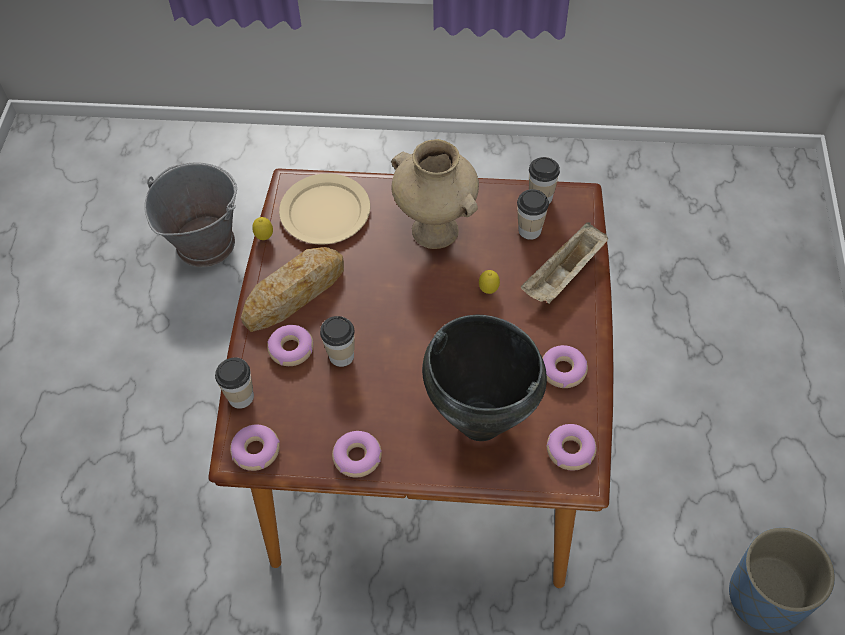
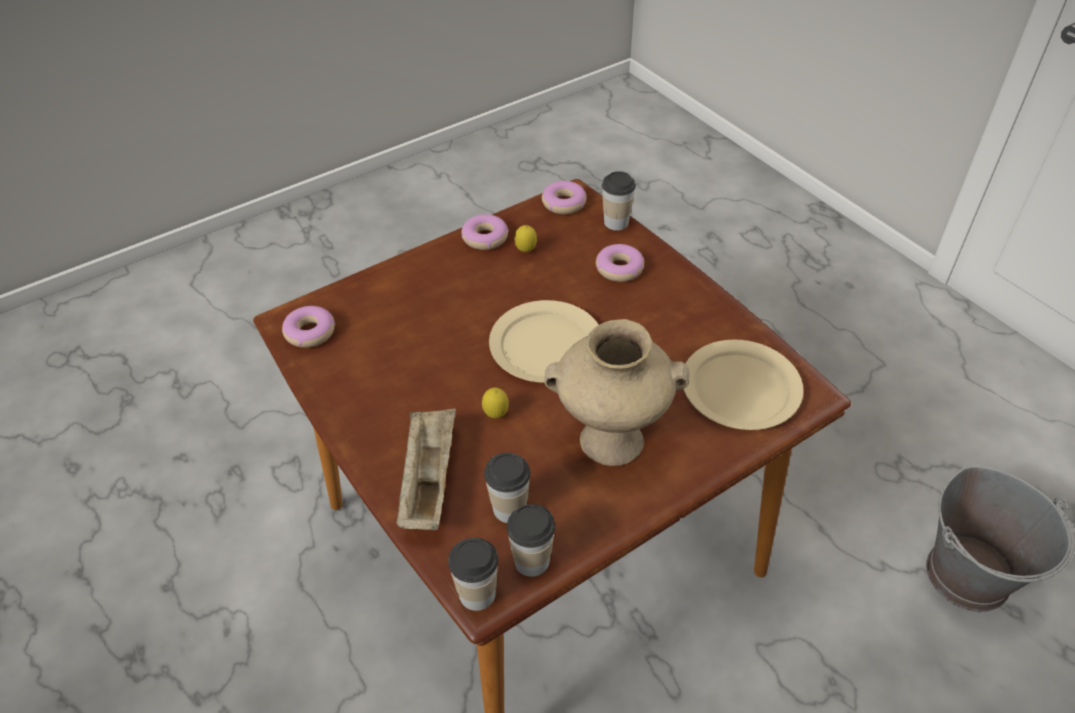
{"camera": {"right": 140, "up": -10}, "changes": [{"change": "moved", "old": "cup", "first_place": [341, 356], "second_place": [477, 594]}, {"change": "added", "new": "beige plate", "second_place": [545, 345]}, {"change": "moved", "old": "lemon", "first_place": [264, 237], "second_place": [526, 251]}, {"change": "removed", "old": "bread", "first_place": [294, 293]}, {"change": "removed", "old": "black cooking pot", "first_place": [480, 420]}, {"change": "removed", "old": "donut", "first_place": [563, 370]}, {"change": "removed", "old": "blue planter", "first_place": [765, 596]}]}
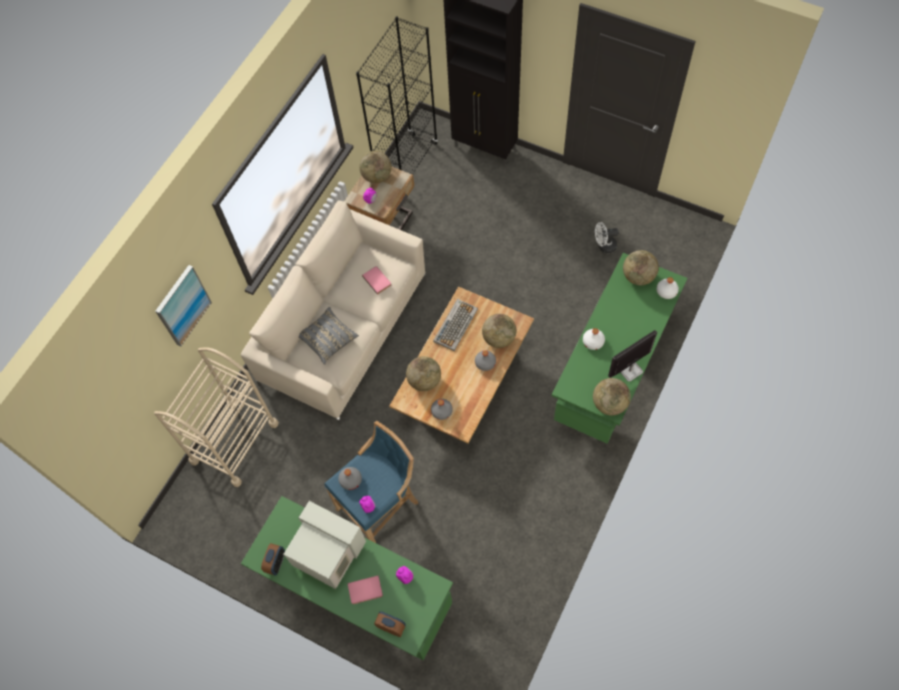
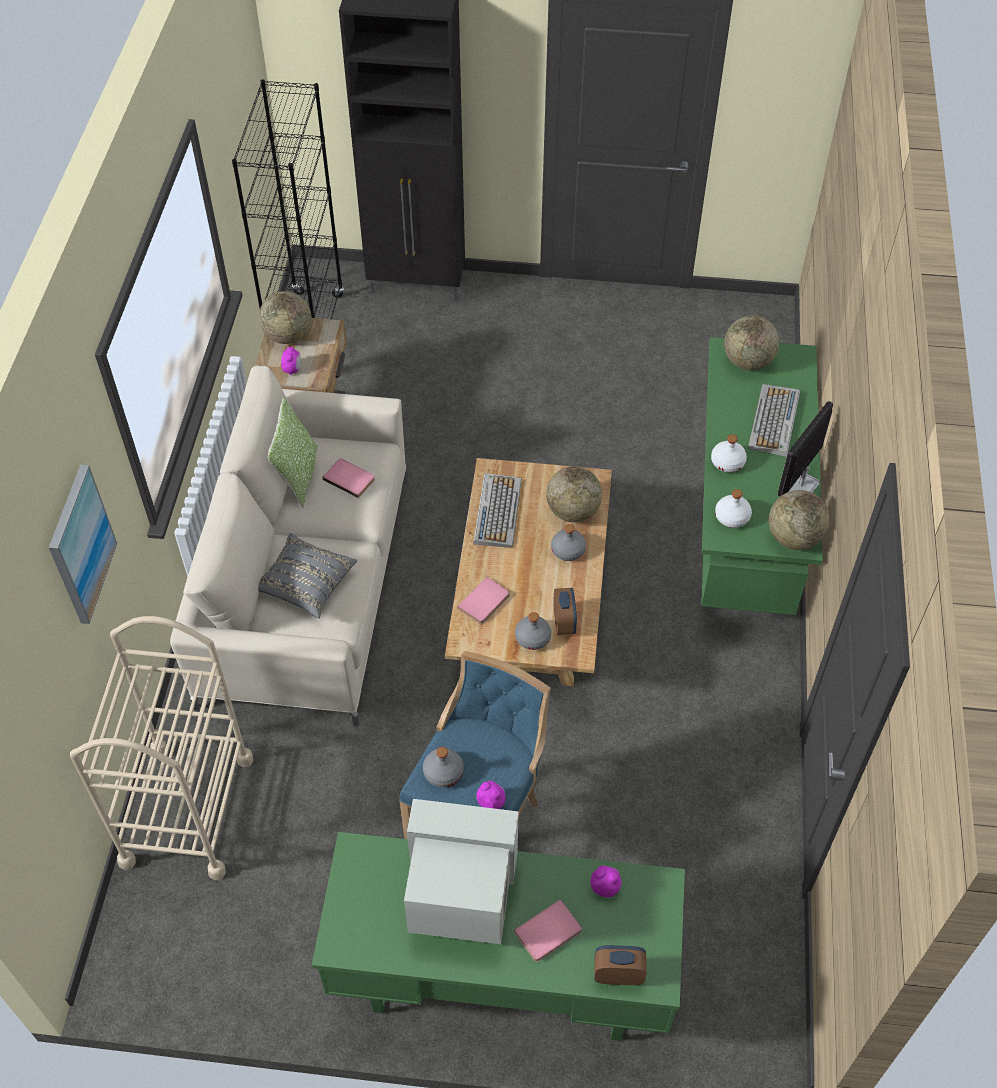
{"camera": {"right": -25, "up": -10}, "changes": [{"change": "added", "new": "pillow", "second_place": [298, 475]}, {"change": "replaced", "old": "globe", "new": "pink book", "first_place": [424, 381], "second_place": [485, 603]}, {"change": "moved", "old": "alarm clock", "first_place": [276, 563], "second_place": [564, 622]}, {"change": "moved", "old": "white bottle", "first_place": [666, 291], "second_place": [731, 517]}, {"change": "added", "new": "keyboard", "second_place": [774, 422]}, {"change": "removed", "old": "white fan", "first_place": [604, 246]}]}
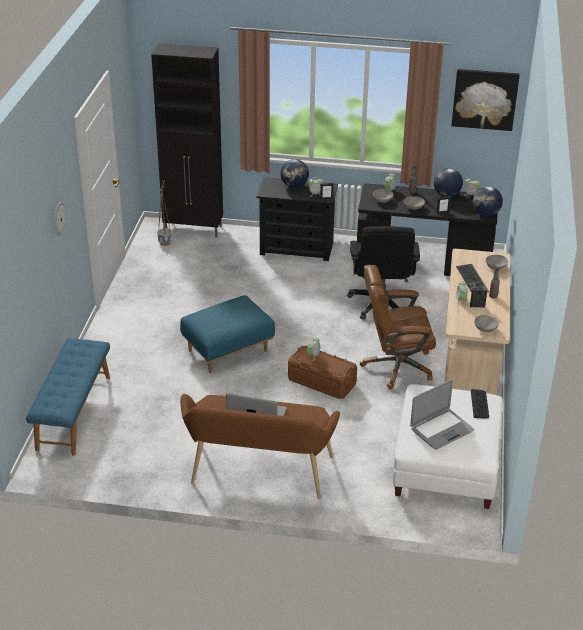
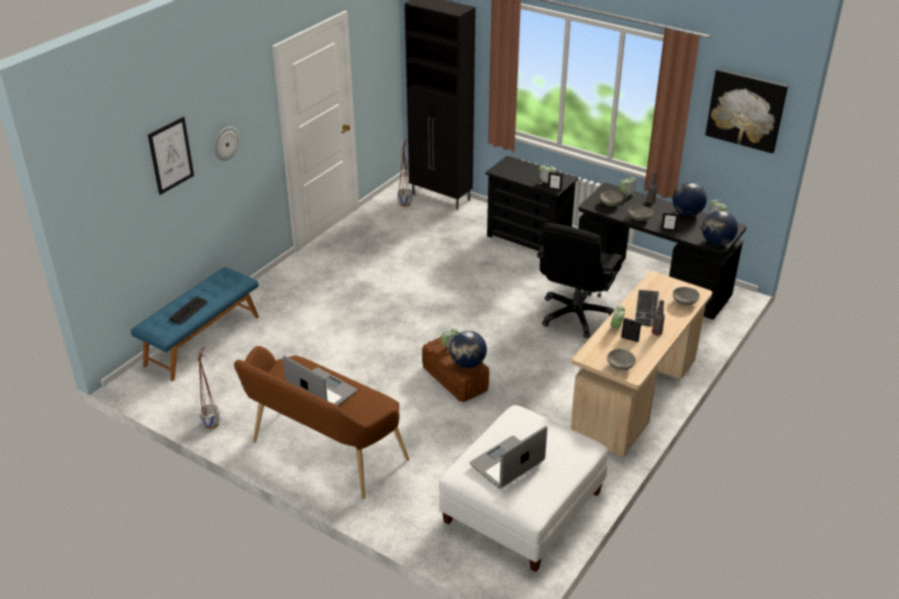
{"camera": {"right": 25, "up": 0}, "changes": [{"change": "added", "new": "picture", "second_place": [171, 155]}, {"change": "moved", "old": "keyboard", "first_place": [479, 404], "second_place": [189, 311]}, {"change": "added", "new": "planter", "second_place": [211, 423]}, {"change": "moved", "old": "globe", "first_place": [294, 186], "second_place": [468, 363]}, {"change": "turned", "old": "laptop", "first_place": [441, 429], "second_place": [507, 463], "degrees": 150}, {"change": "removed", "old": "blue ottoman", "first_place": [228, 352]}, {"change": "removed", "old": "brown office chair", "first_place": [396, 366]}]}
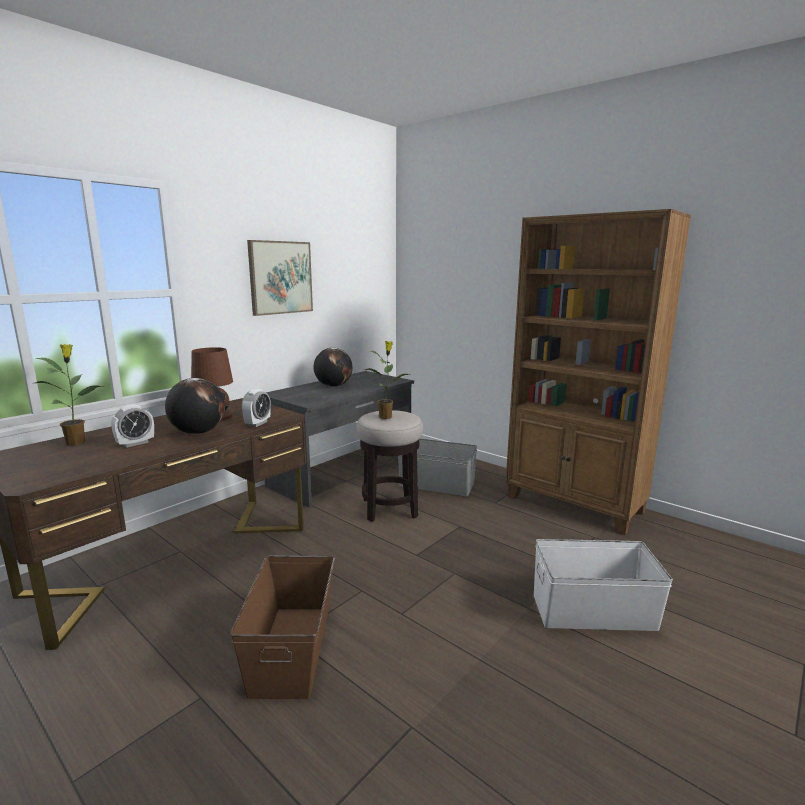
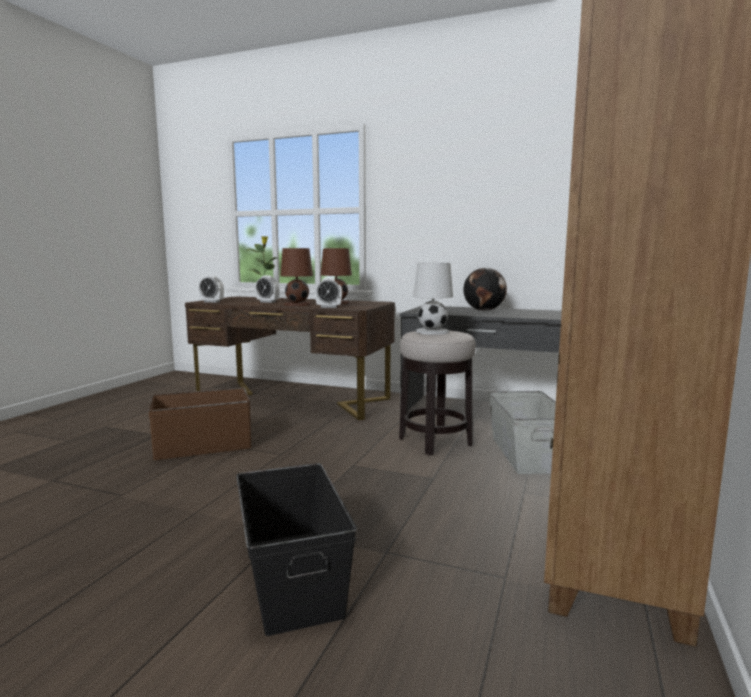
{"camera": {"right": 70, "up": -5}, "changes": [{"change": "added", "new": "alarm clock", "second_place": [212, 302]}, {"change": "recoloured", "old": "white storage box", "new": "black storage box", "first_place": [594, 612], "second_place": [291, 577]}, {"change": "replaced", "old": "globe", "new": "brown table lamp", "first_place": [198, 432], "second_place": [297, 304]}, {"change": "replaced", "old": "potted plant", "new": "white table lamp", "first_place": [386, 417], "second_place": [432, 331]}, {"change": "removed", "old": "picture", "first_place": [280, 277]}]}
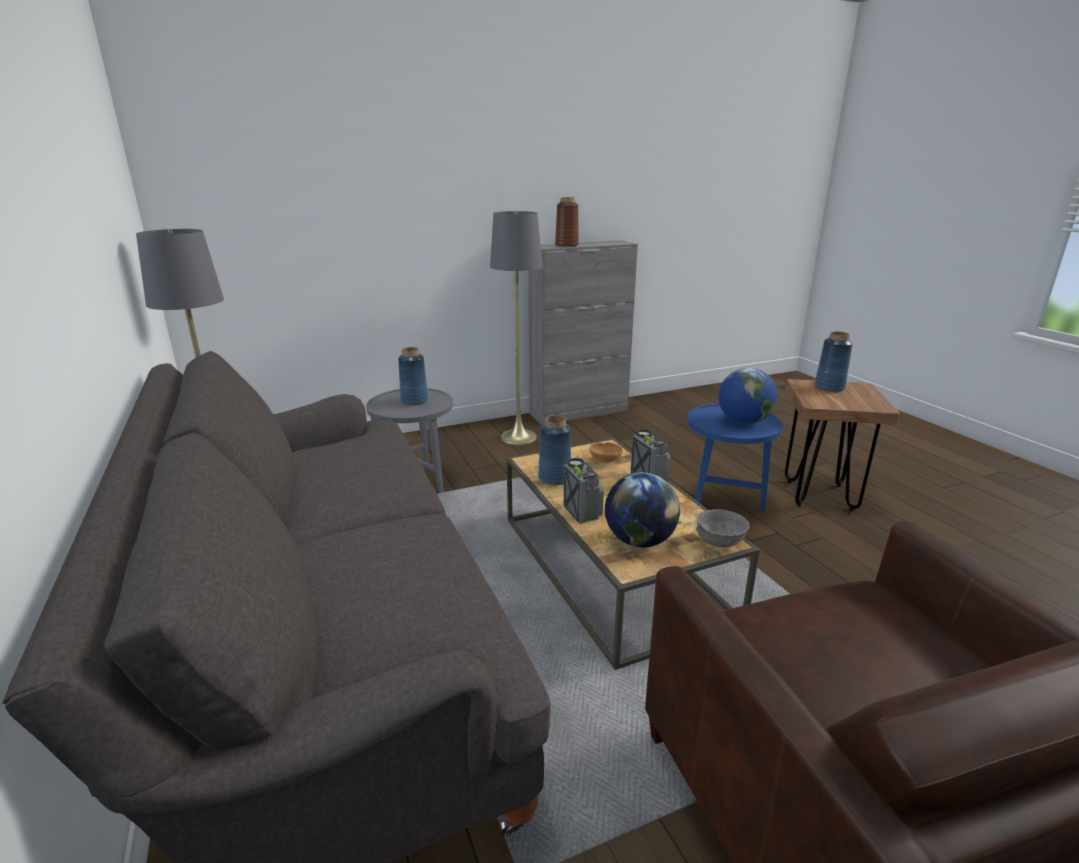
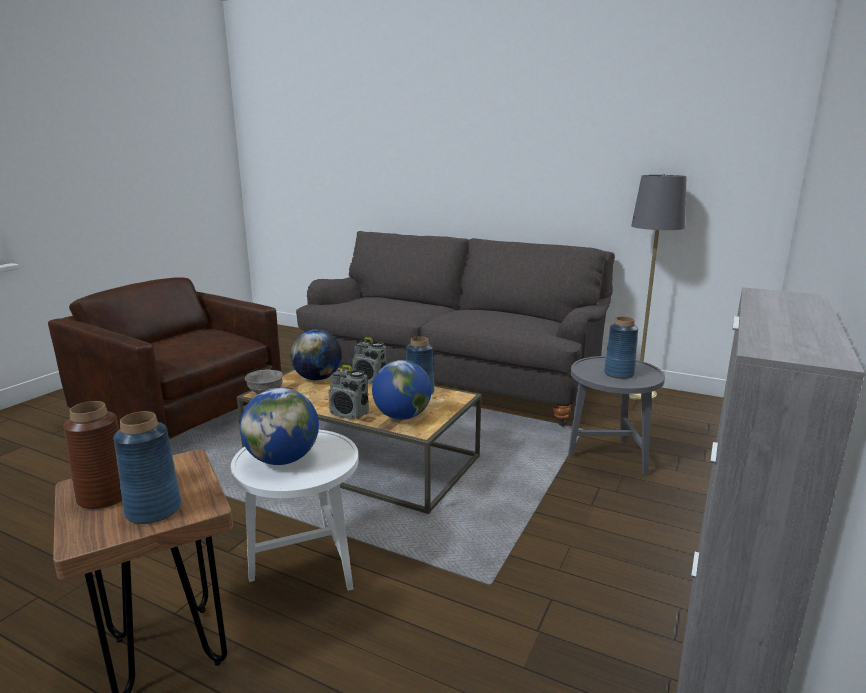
{"camera": {"right": 140, "up": -5}, "changes": [{"change": "moved", "old": "brown vase", "first_place": [567, 245], "second_place": [105, 496]}, {"change": "recoloured", "old": "blue side table", "new": "white side table", "first_place": [722, 503], "second_place": [305, 566]}, {"change": "replaced", "old": "brown bowl", "new": "globe", "first_place": [606, 460], "second_place": [402, 416]}, {"change": "removed", "old": "grey floor lamp", "first_place": [518, 437]}]}
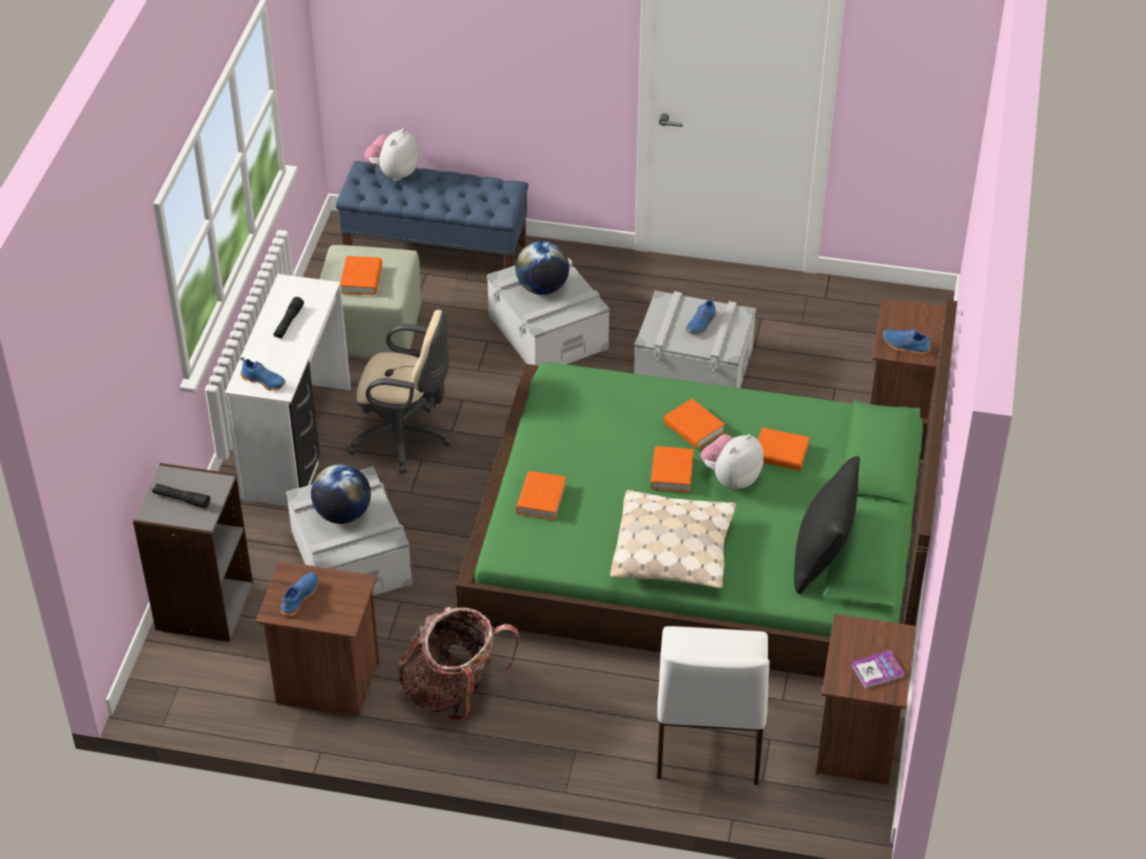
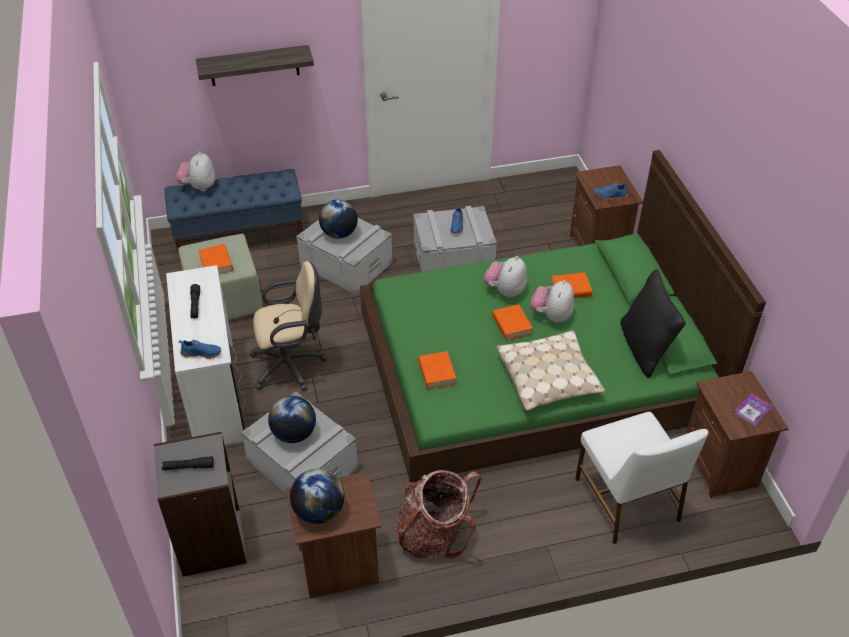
{"camera": {"right": -25, "up": 0}, "changes": [{"change": "added", "new": "shelf", "second_place": [254, 65]}, {"change": "replaced", "old": "blue shoe", "new": "globe", "first_place": [298, 597], "second_place": [319, 511]}, {"change": "replaced", "old": "orange book", "new": "plush toy", "first_place": [693, 428], "second_place": [505, 291]}]}
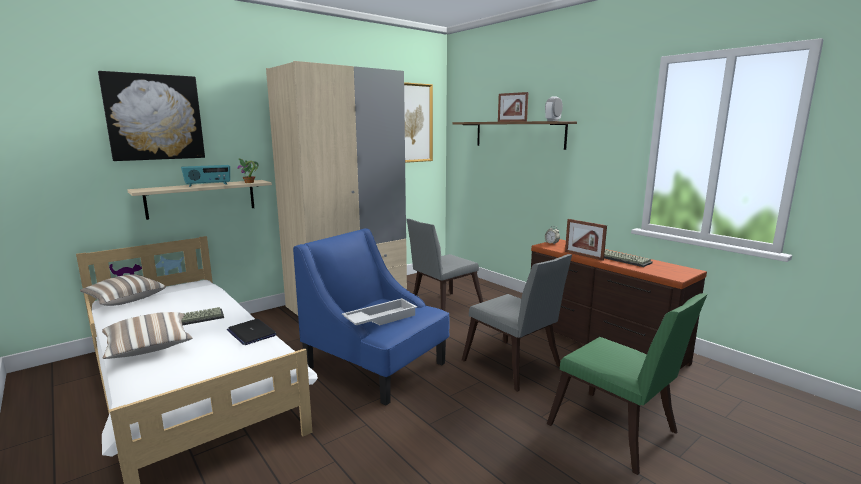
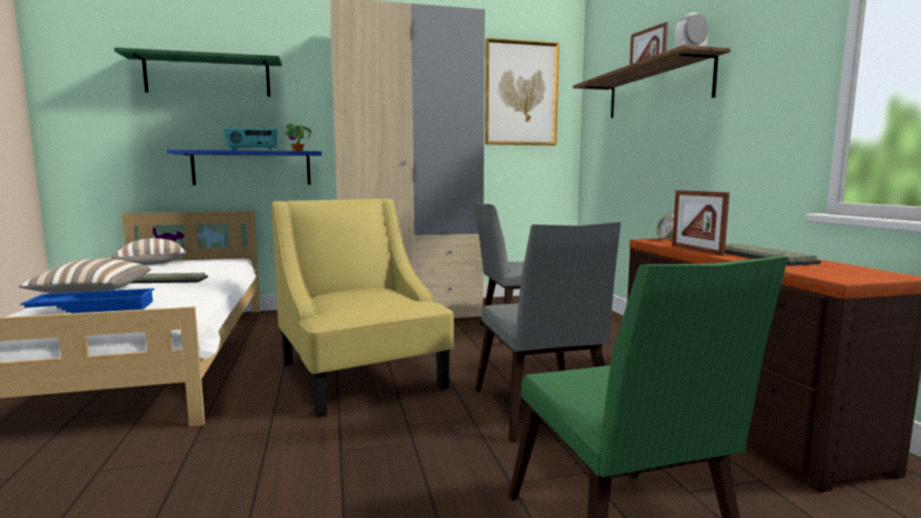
{"camera": {"right": 25, "up": -5}, "changes": [{"change": "added", "new": "blue tray", "second_place": [95, 308]}, {"change": "replaced", "old": "picture", "new": "green shelf", "first_place": [154, 117], "second_place": [208, 77]}, {"change": "recoloured", "old": "beige shelf", "new": "blue shelf", "first_place": [201, 198], "second_place": [252, 168]}, {"change": "recoloured", "old": "blue armchair", "new": "yellow armchair", "first_place": [376, 365], "second_place": [361, 375]}, {"change": "removed", "old": "laptop", "first_place": [251, 333]}, {"change": "removed", "old": "white tray", "first_place": [380, 318]}]}
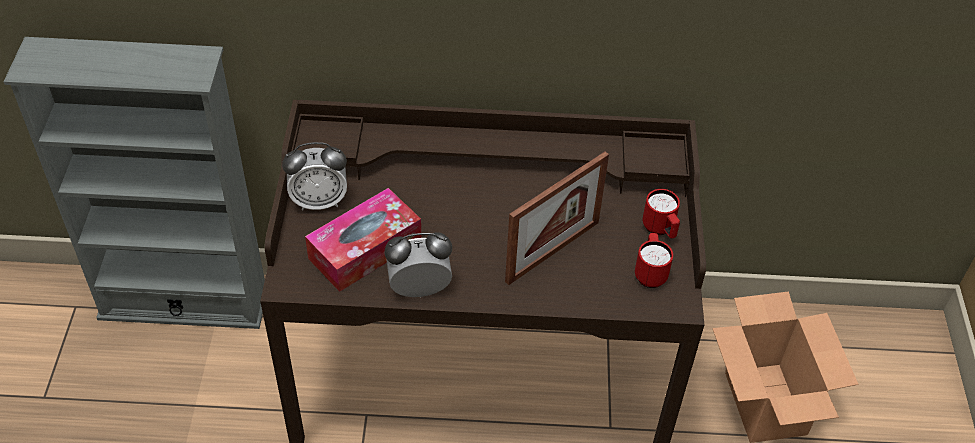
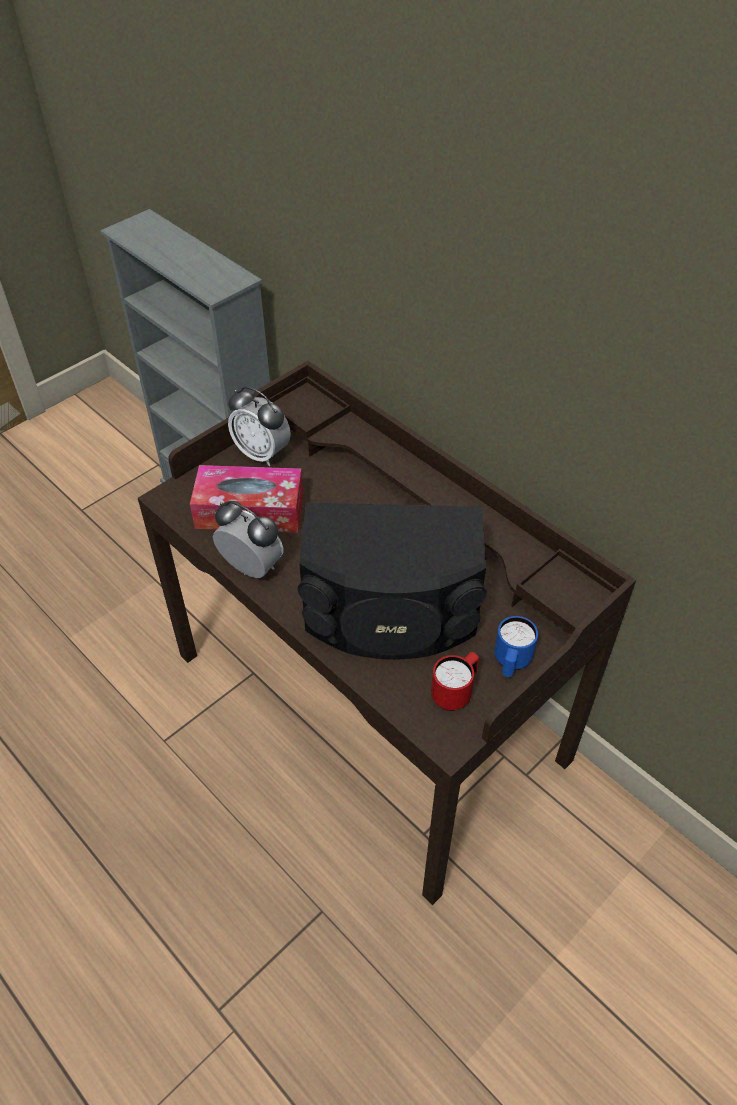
{"camera": {"right": 45, "up": 0}, "changes": [{"change": "replaced", "old": "picture frame", "new": "black speaker", "first_place": [552, 251], "second_place": [391, 613]}, {"change": "recoloured", "old": "red mug", "new": "blue mug", "first_place": [660, 230], "second_place": [511, 663]}, {"change": "removed", "old": "cardboard box", "first_place": [766, 404]}]}
